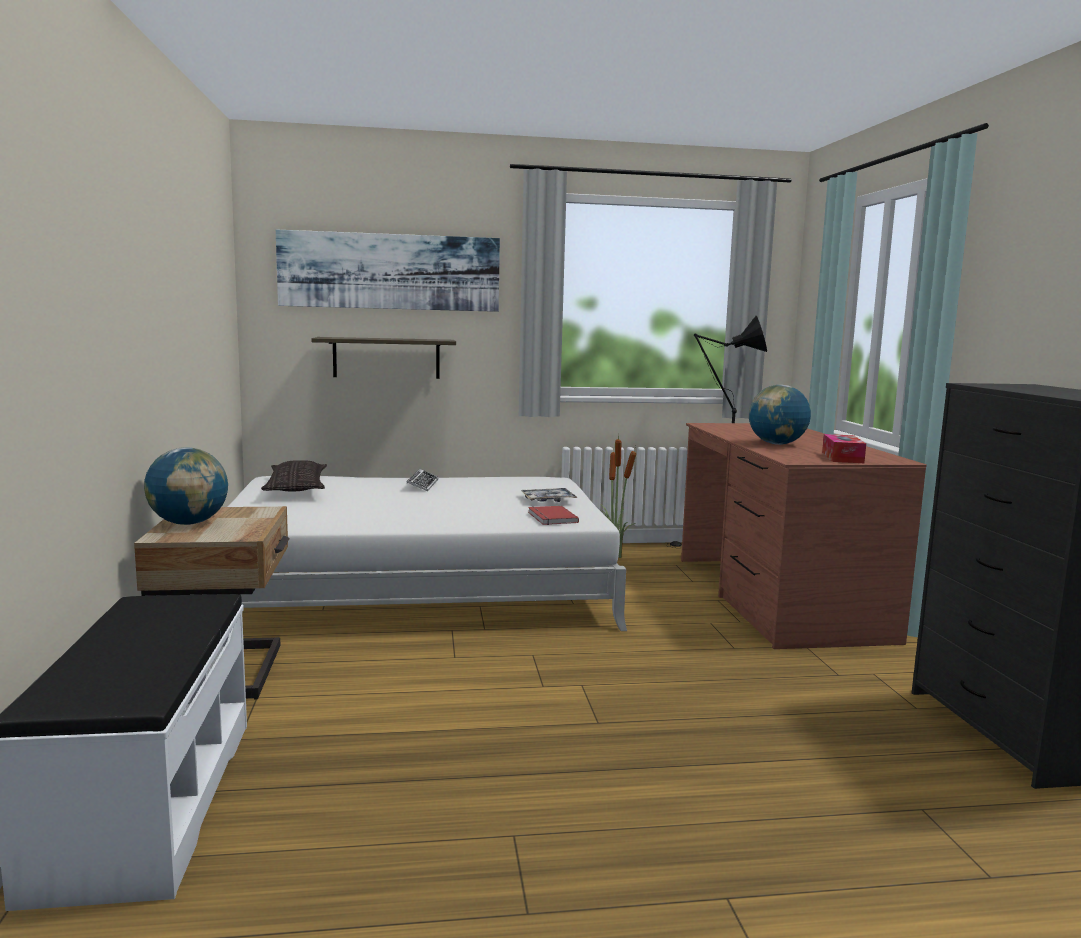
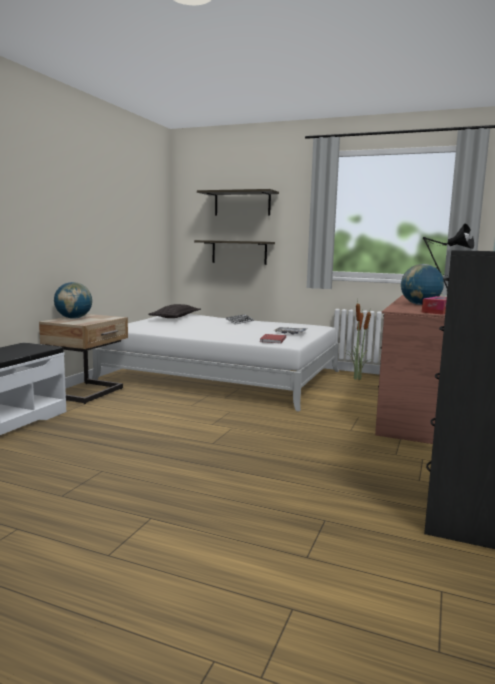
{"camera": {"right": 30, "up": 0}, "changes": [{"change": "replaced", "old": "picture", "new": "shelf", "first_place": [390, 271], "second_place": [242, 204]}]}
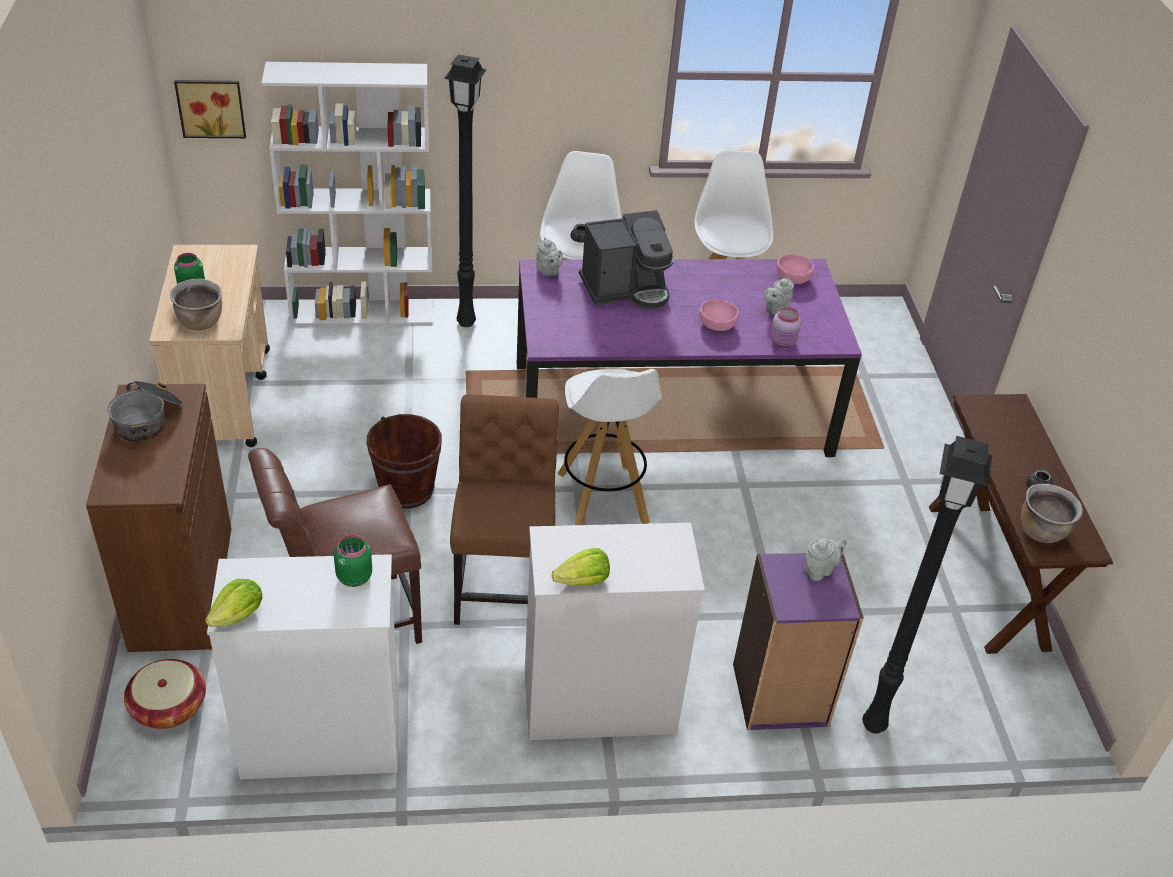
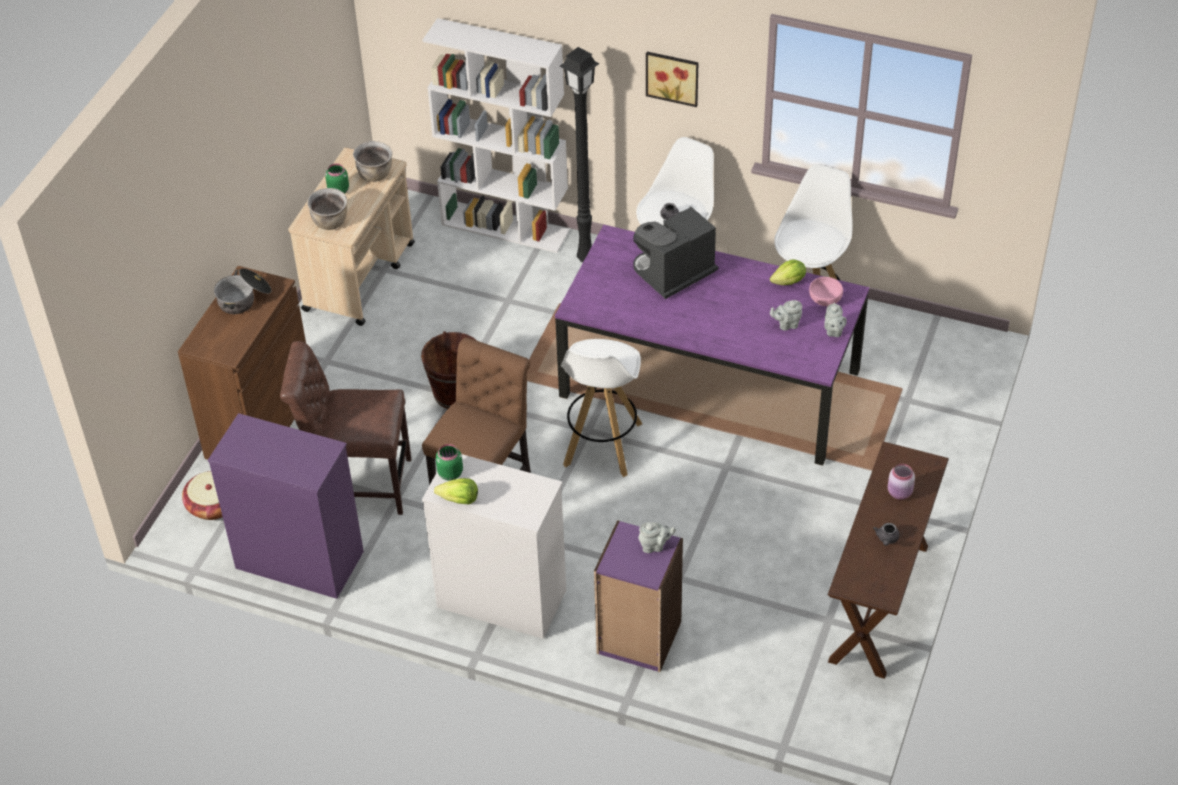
{"camera": {"right": 30, "up": 5}, "changes": [{"change": "recoloured", "old": "white dresser", "new": "purple dresser", "first_place": [320, 739], "second_place": [298, 560]}, {"change": "moved", "old": "brown cooking pot", "first_place": [1041, 531], "second_place": [375, 174]}, {"change": "moved", "old": "green jar", "first_place": [353, 577], "second_place": [449, 473]}, {"change": "turned", "old": "coffee machine", "first_place": [626, 289], "second_place": [673, 274], "degrees": 135}, {"change": "moved", "old": "picture", "first_place": [211, 107], "second_place": [673, 77]}, {"change": "moved", "old": "lettuce", "first_place": [238, 615], "second_place": [789, 282]}, {"change": "moved", "old": "grey teapot", "first_place": [548, 272], "second_place": [833, 332]}, {"change": "moved", "old": "pink jar", "first_place": [783, 342], "second_place": [900, 493]}, {"change": "removed", "old": "pink bowl", "first_place": [717, 325]}, {"change": "removed", "old": "black floor lamp", "first_place": [875, 727]}]}
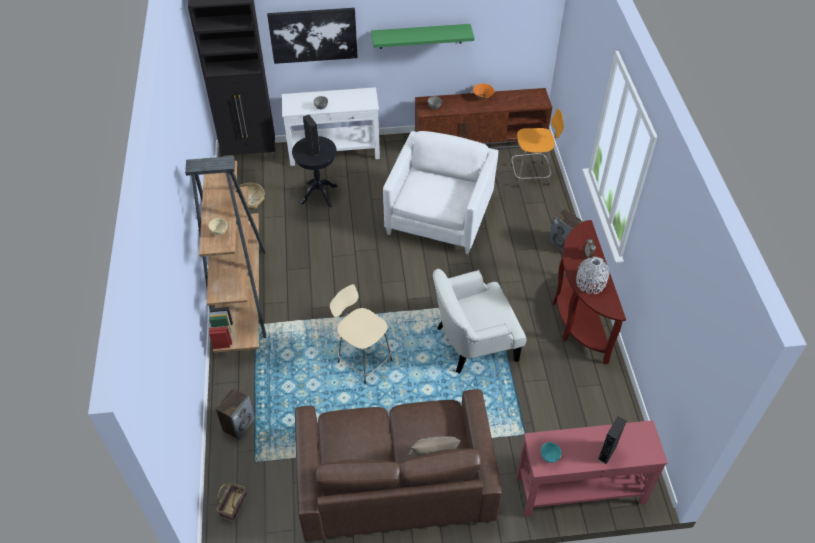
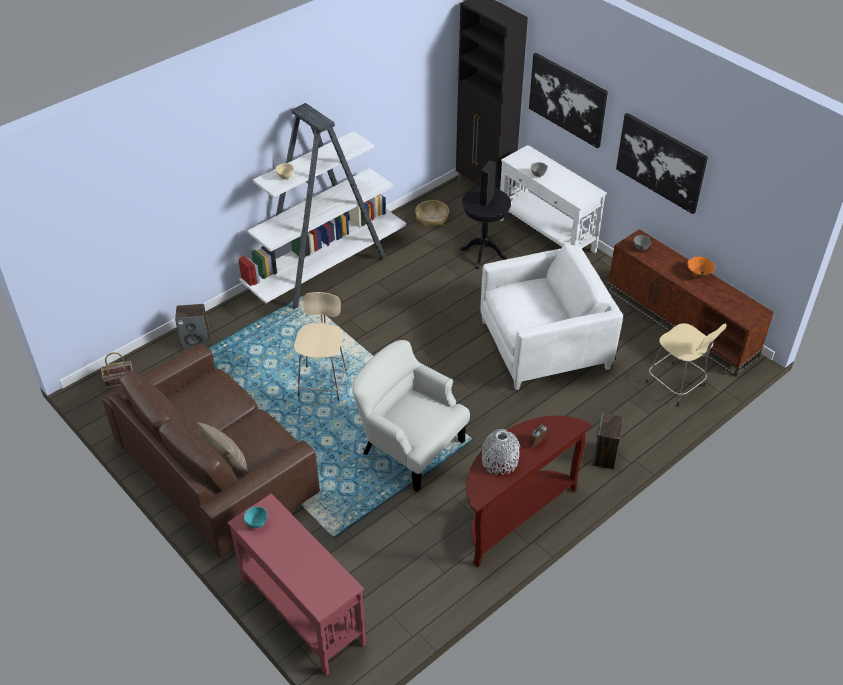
{"camera": {"right": 55, "up": -5}, "changes": [{"change": "recoloured", "old": "brown bookcase", "new": "white bookcase", "first_place": [240, 292], "second_place": [327, 269]}, {"change": "replaced", "old": "green shelf", "new": "picture", "first_place": [421, 36], "second_place": [661, 162]}, {"change": "recoloured", "old": "orange stool", "new": "beige stool", "first_place": [531, 175], "second_place": [676, 386]}, {"change": "removed", "old": "black speaker", "first_place": [607, 452]}]}
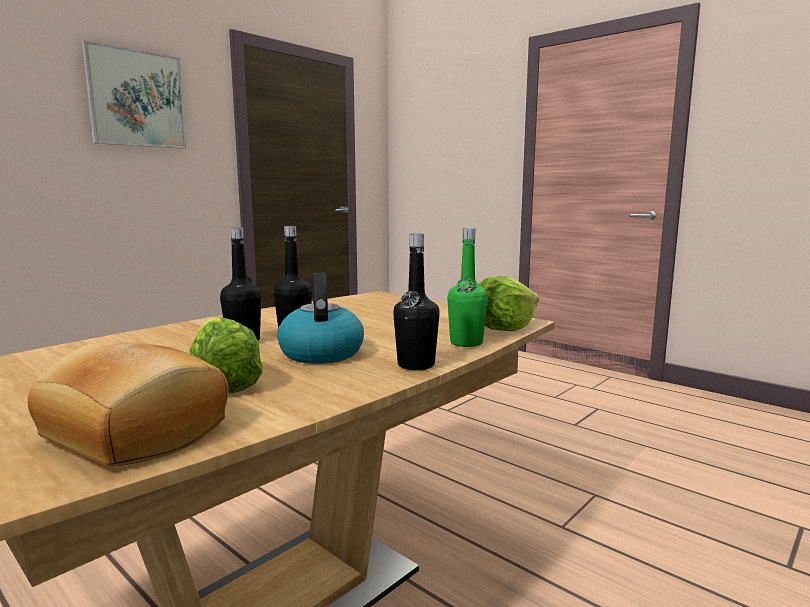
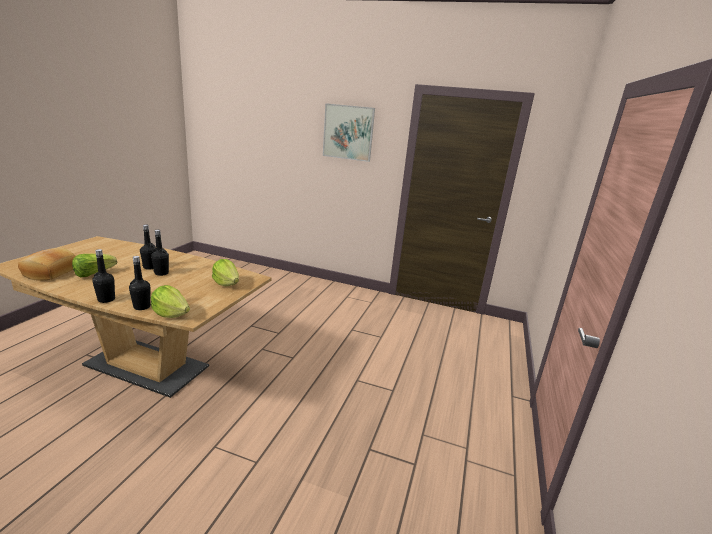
{"camera": {"right": 65, "up": 10}, "changes": [{"change": "recoloured", "old": "green bottle", "new": "black bottle", "first_place": [466, 343], "second_place": [142, 307]}, {"change": "added", "new": "lettuce", "second_place": [226, 283]}, {"change": "removed", "old": "kettle", "first_place": [321, 353]}]}
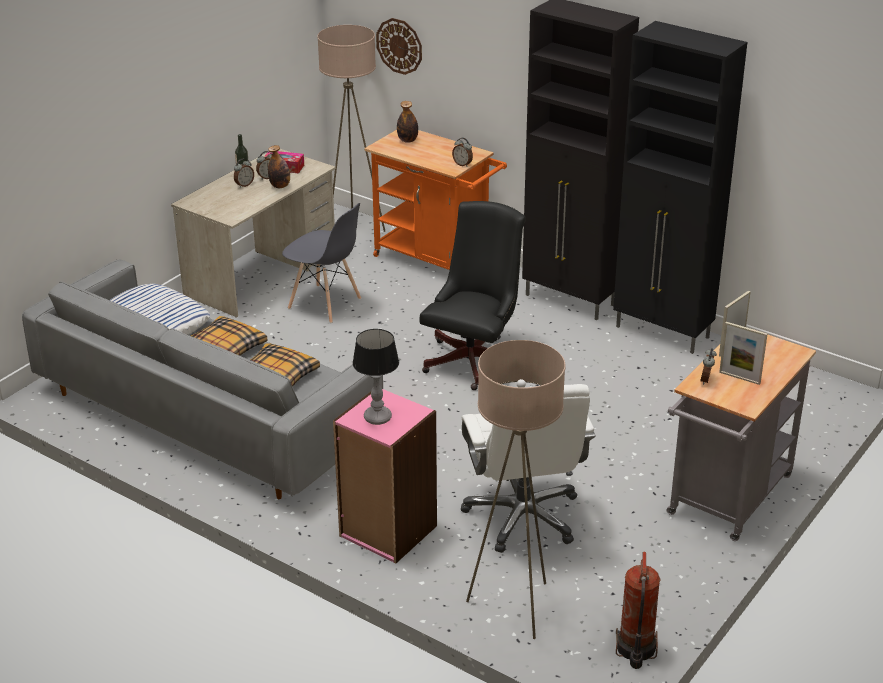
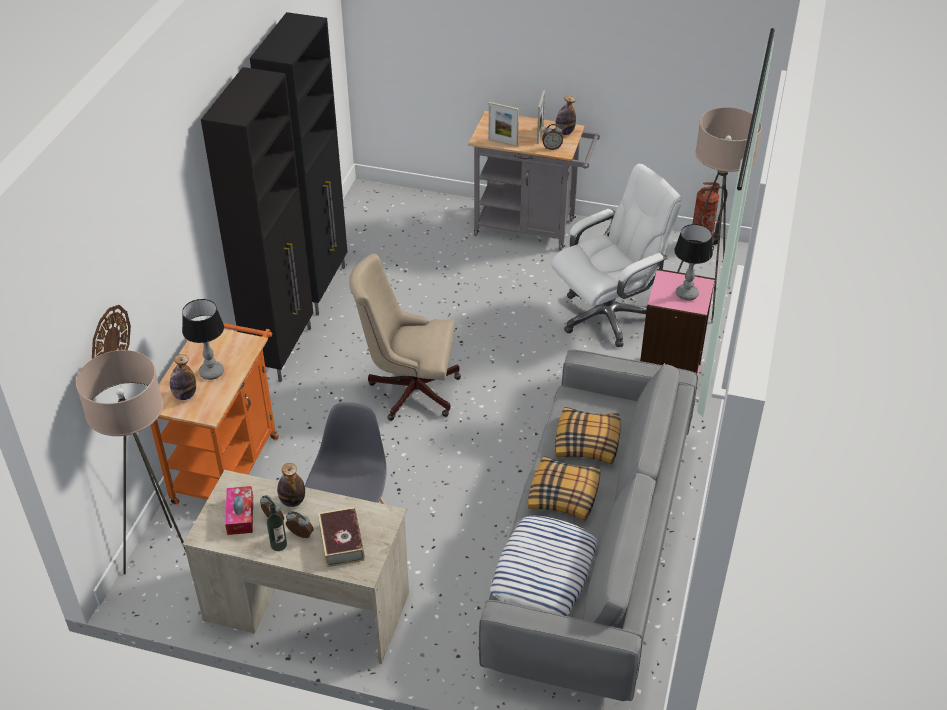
{"camera": {"right": -110, "up": 10}, "changes": [{"change": "added", "new": "table lamp", "second_place": [212, 372]}, {"change": "added", "new": "book", "second_place": [341, 542]}, {"change": "recoloured", "old": "black office chair", "new": "beige office chair", "first_place": [474, 359], "second_place": [409, 389]}, {"change": "added", "new": "bottle", "second_place": [564, 132]}, {"change": "removed", "old": "alarm clock", "first_place": [462, 164]}]}
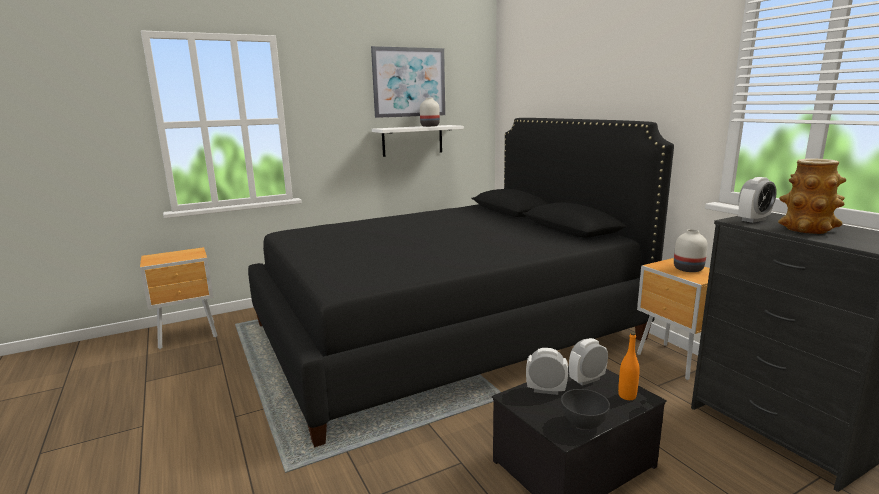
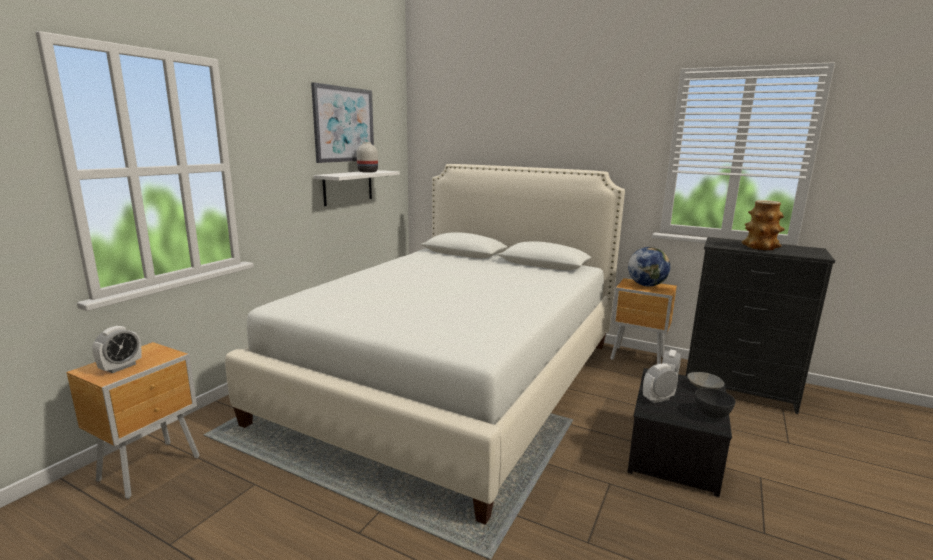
{"camera": {"right": -35, "up": 0}, "changes": [{"change": "moved", "old": "alarm clock", "first_place": [753, 220], "second_place": [121, 367]}, {"change": "recoloured", "old": "black bed", "new": "white bed", "first_place": [445, 331], "second_place": [454, 379]}, {"change": "replaced", "old": "white vase", "new": "globe", "first_place": [688, 269], "second_place": [646, 285]}, {"change": "replaced", "old": "orange bottle", "new": "grey bowl", "first_place": [627, 396], "second_place": [704, 387]}]}
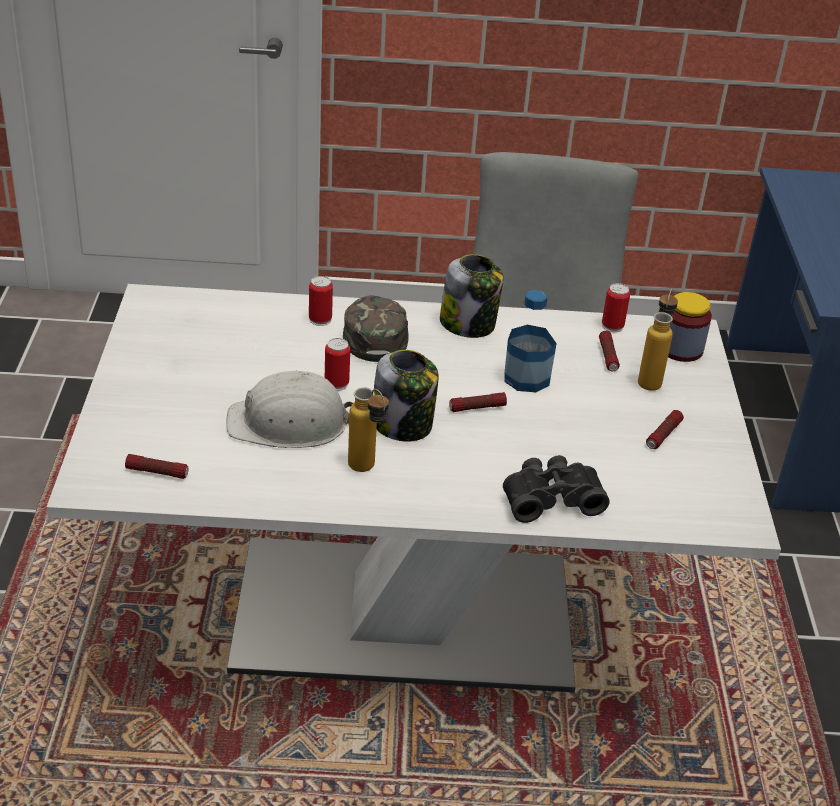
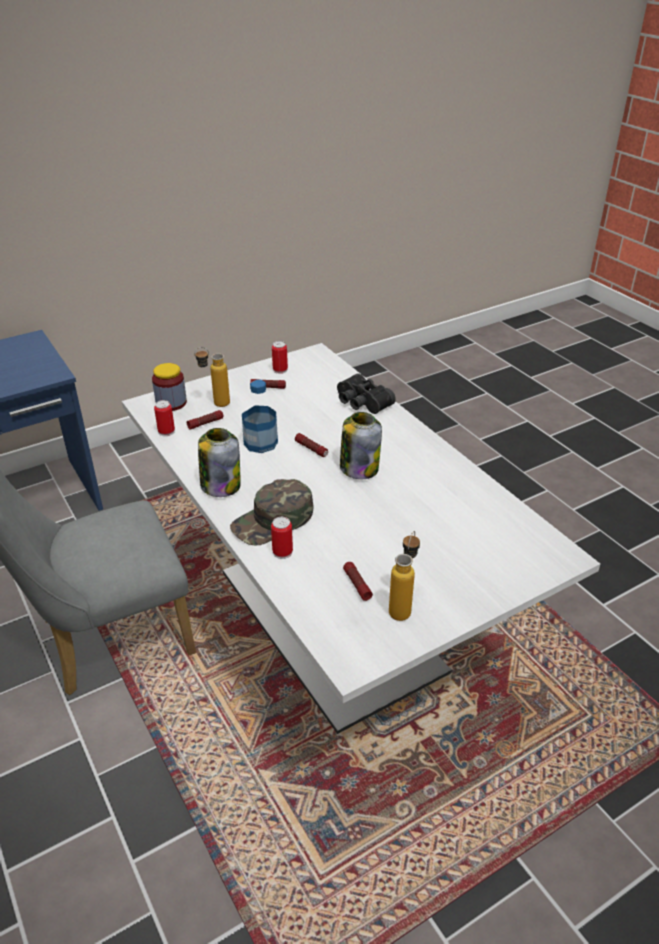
{"camera": {"right": -120, "up": 0}, "changes": [{"change": "moved", "old": "can", "first_place": [336, 383], "second_place": [280, 370]}, {"change": "moved", "old": "flashlight", "first_place": [157, 472], "second_place": [357, 584]}, {"change": "moved", "old": "bottle", "first_place": [367, 471], "second_place": [402, 607]}, {"change": "removed", "old": "white hard hat", "first_place": [289, 423]}]}
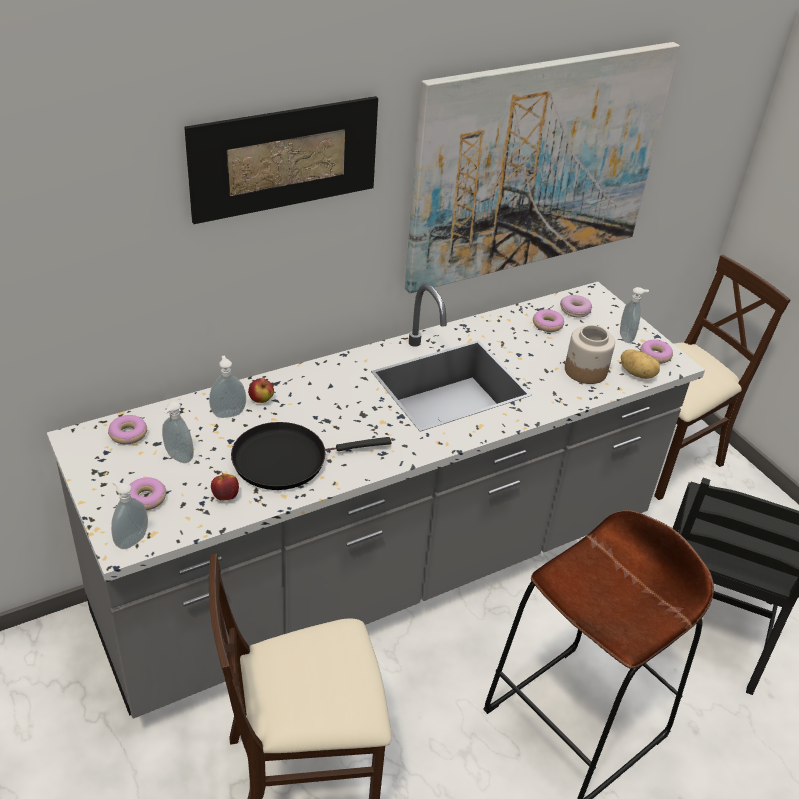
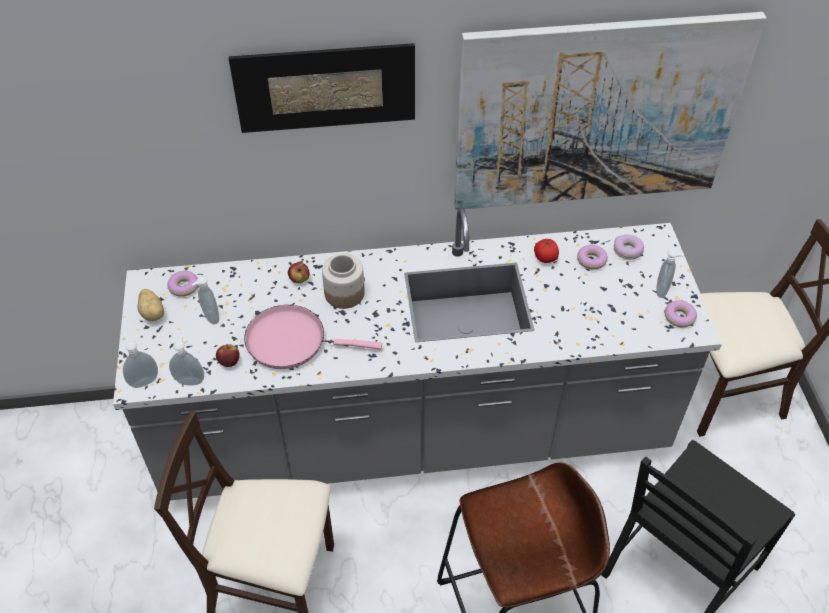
{"camera": {"right": 25, "up": 10}, "changes": [{"change": "moved", "old": "potato", "first_place": [637, 374], "second_place": [153, 313]}, {"change": "moved", "old": "soap dispenser", "first_place": [228, 413], "second_place": [190, 380]}, {"change": "recoloured", "old": "black frying pan", "new": "pink frying pan", "first_place": [286, 459], "second_place": [292, 341]}, {"change": "moved", "old": "jar", "first_place": [585, 371], "second_place": [344, 294]}, {"change": "added", "new": "tomato", "second_place": [545, 258]}, {"change": "removed", "old": "donut", "first_place": [146, 498]}]}
